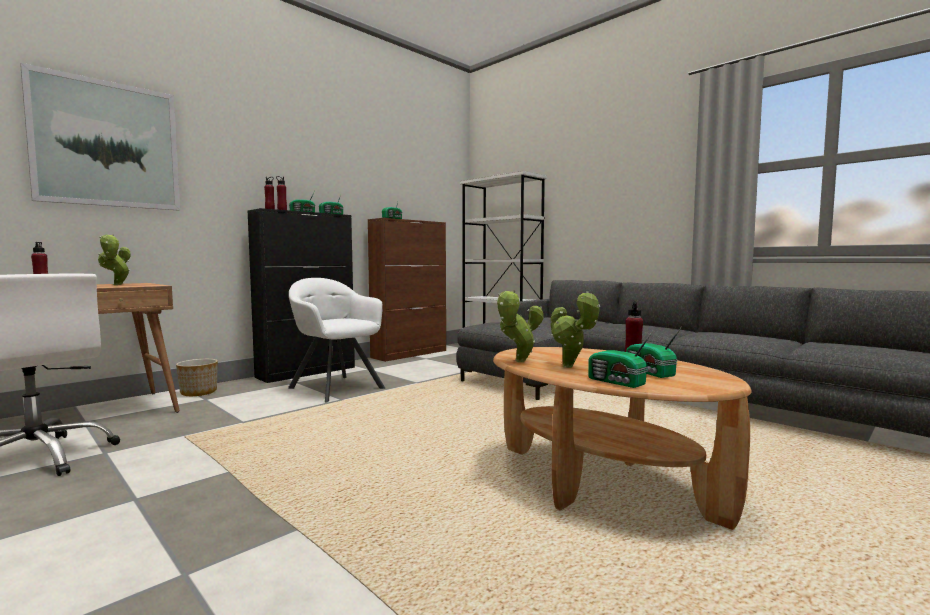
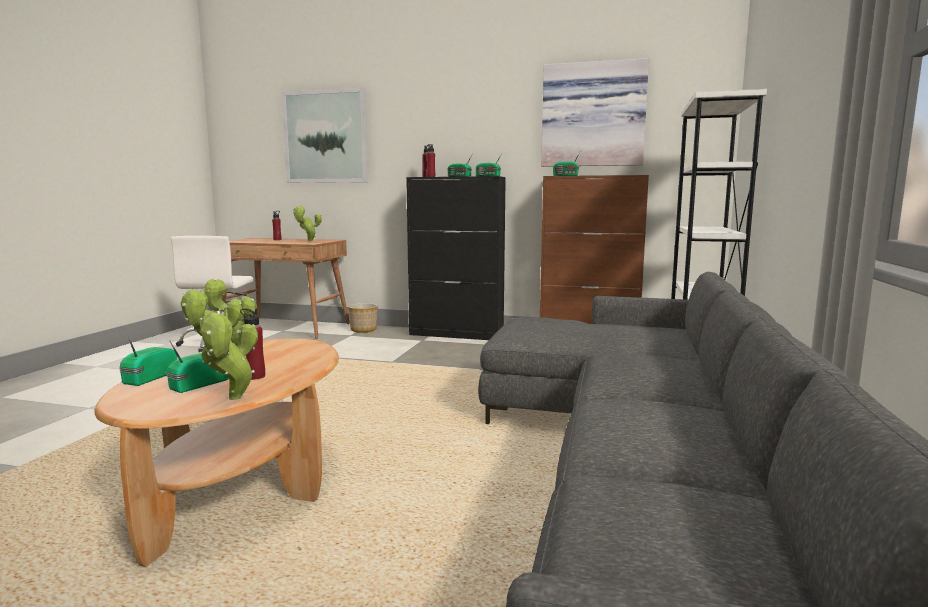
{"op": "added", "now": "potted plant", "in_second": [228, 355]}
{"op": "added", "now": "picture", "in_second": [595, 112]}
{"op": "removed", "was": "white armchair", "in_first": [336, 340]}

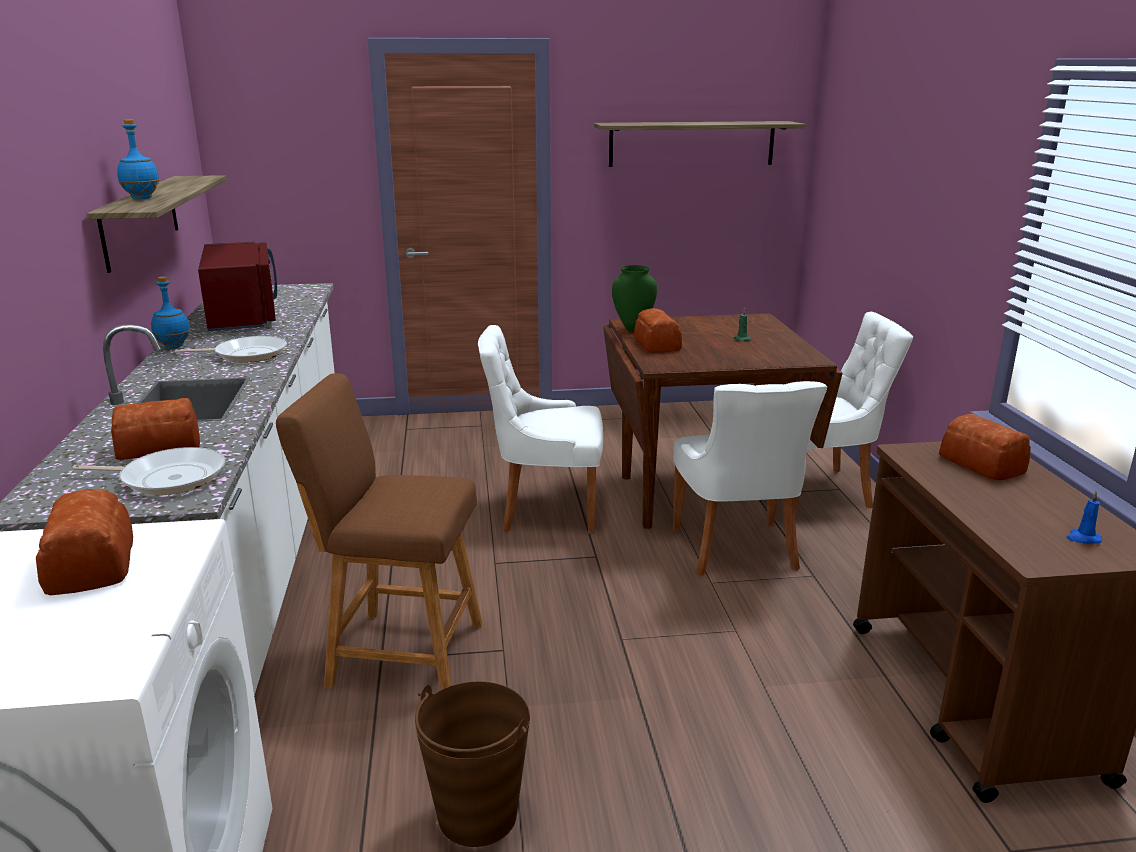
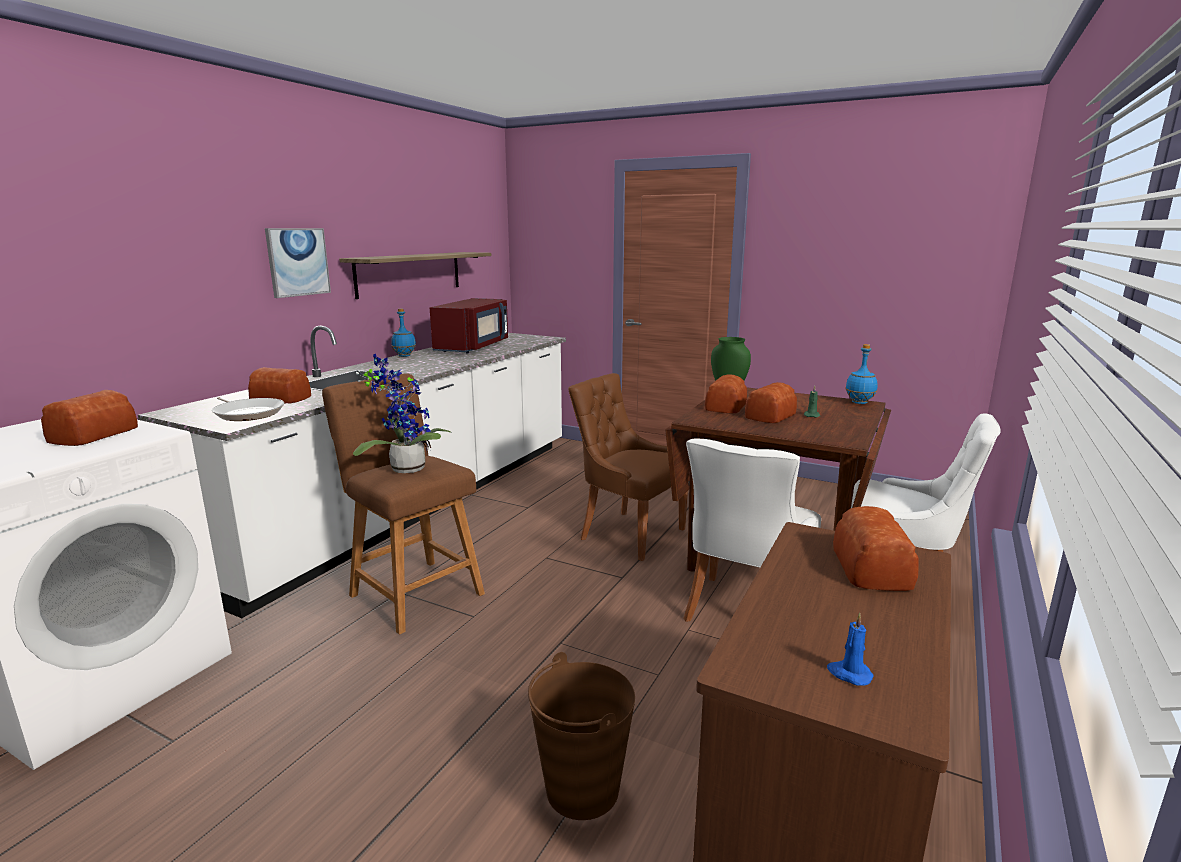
{"op": "added", "now": "picture", "in_second": [298, 263]}
{"op": "added", "now": "potted plant", "in_second": [402, 413]}
{"op": "moved", "was": "brown bucket", "in_first": [472, 764], "in_second": [581, 736]}
{"op": "recoloured", "was": "white chair", "now": "brown chair", "in_first": [540, 429], "in_second": [628, 467]}
{"op": "added", "now": "bread", "in_second": [771, 402]}
{"op": "moved", "was": "blue bottle", "in_first": [138, 159], "in_second": [861, 374]}
{"op": "removed", "was": "frying pan", "in_first": [231, 349]}
{"op": "removed", "was": "shelf", "in_first": [700, 144]}

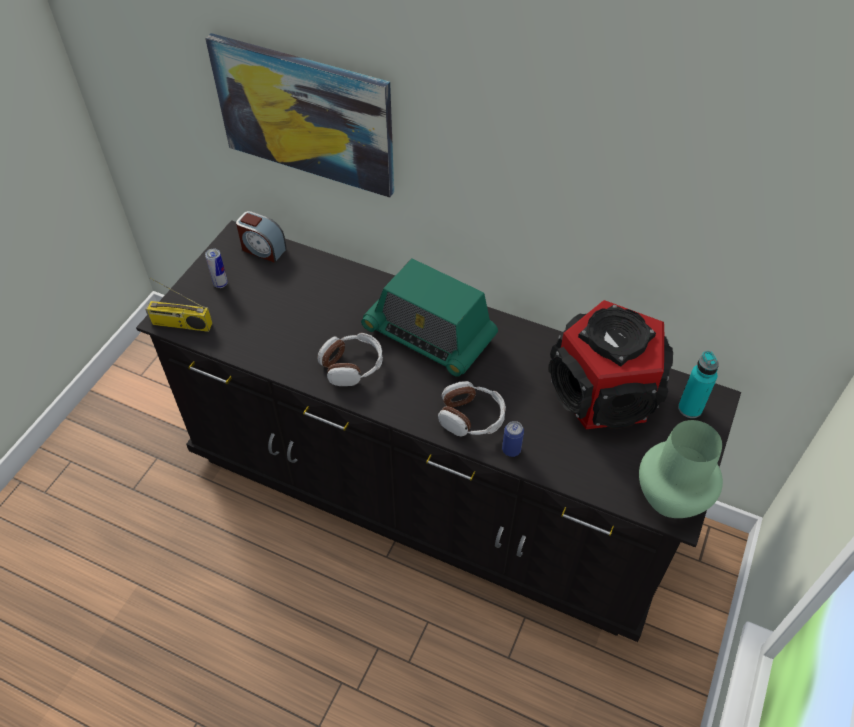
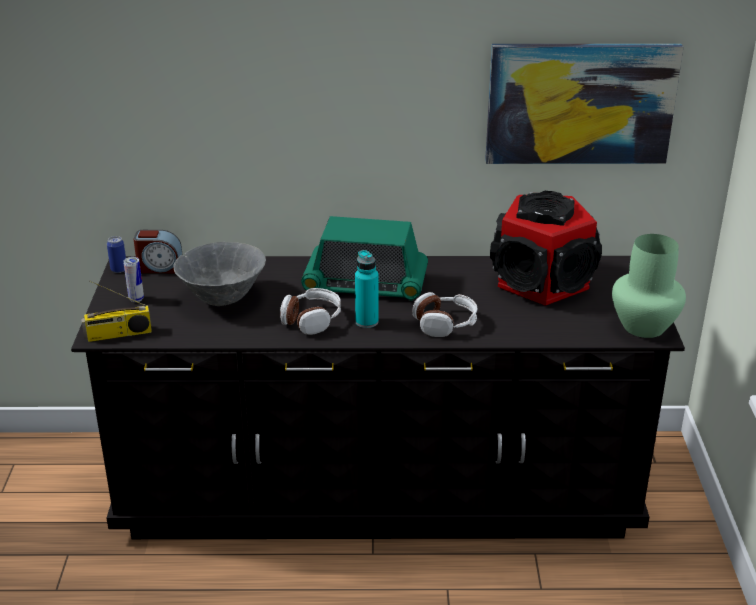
{"op": "moved", "was": "can", "in_first": [513, 439], "in_second": [116, 254]}
{"op": "added", "now": "grey bowl", "in_second": [219, 274]}
{"op": "moved", "was": "turquoise bottle", "in_first": [698, 384], "in_second": [367, 289]}
{"op": "moved", "was": "picture", "in_first": [299, 115], "in_second": [584, 104]}

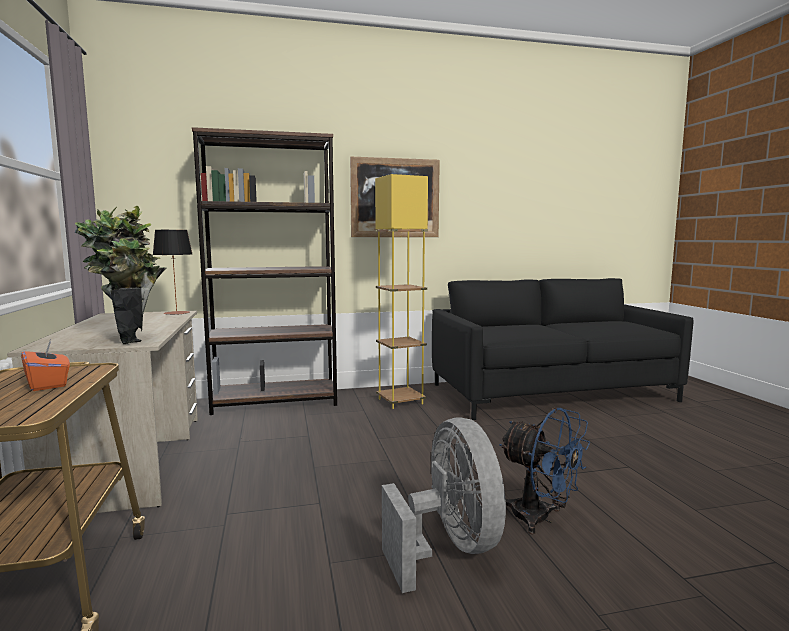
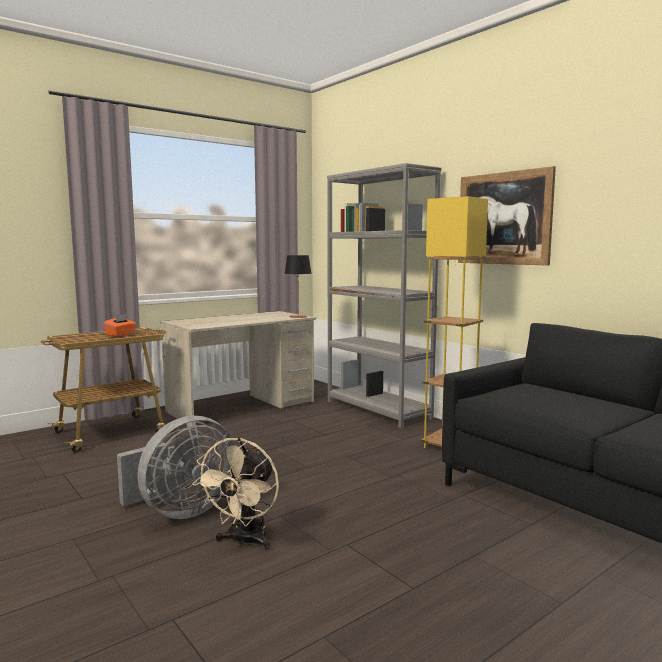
{"op": "recoloured", "was": "blue fan", "now": "beige fan", "in_first": [544, 471], "in_second": [235, 493]}
{"op": "recoloured", "was": "brown bookcase", "now": "grey bookcase", "in_first": [264, 271], "in_second": [384, 295]}
{"op": "removed", "was": "potted plant", "in_first": [120, 275]}

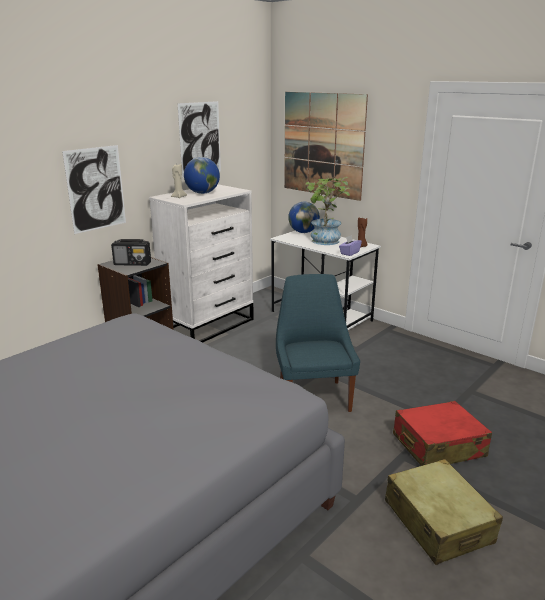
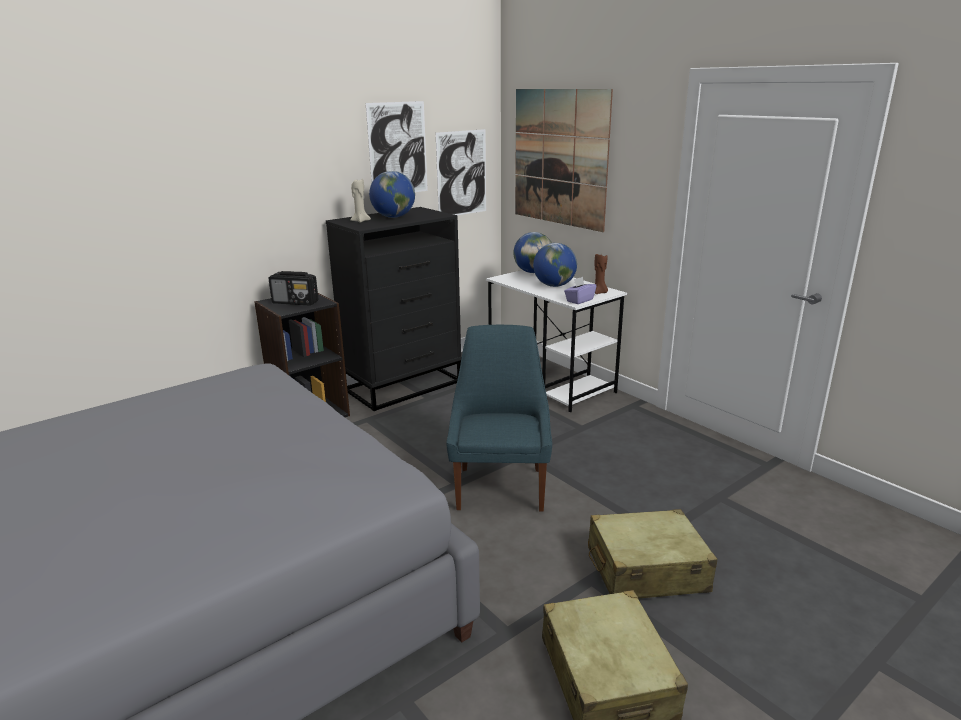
{"op": "recoloured", "was": "white dresser", "now": "black dresser", "in_first": [201, 263], "in_second": [393, 309]}
{"op": "moved", "was": "picture", "in_first": [94, 189], "in_second": [461, 172]}
{"op": "replaced", "was": "potted plant", "now": "globe", "in_first": [327, 211], "in_second": [555, 265]}
{"op": "recoloured", "was": "red suitcase", "now": "beige suitcase", "in_first": [442, 433], "in_second": [652, 553]}

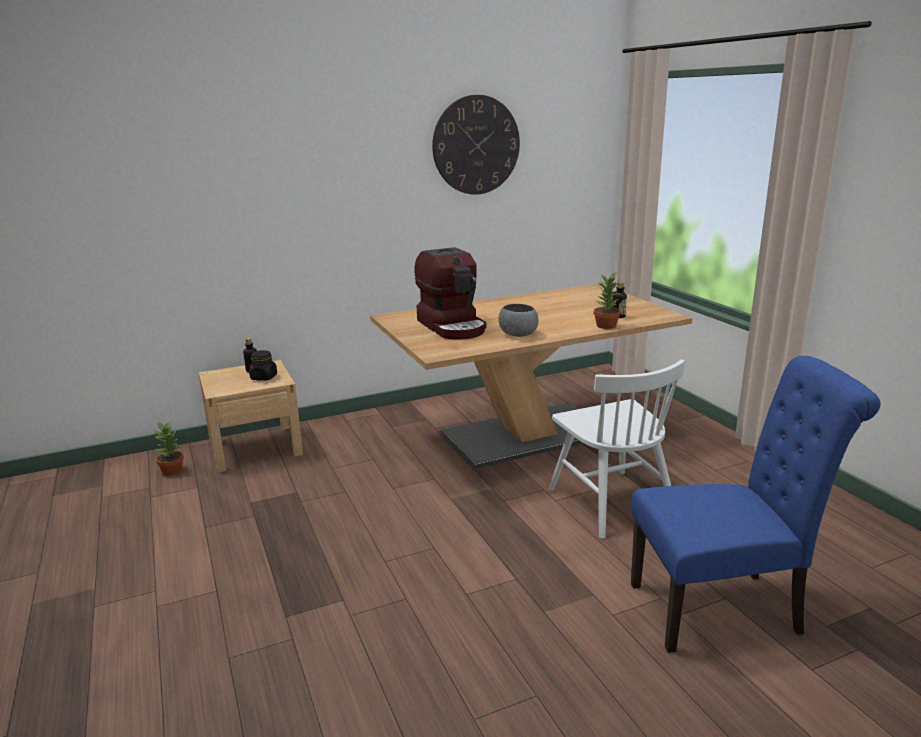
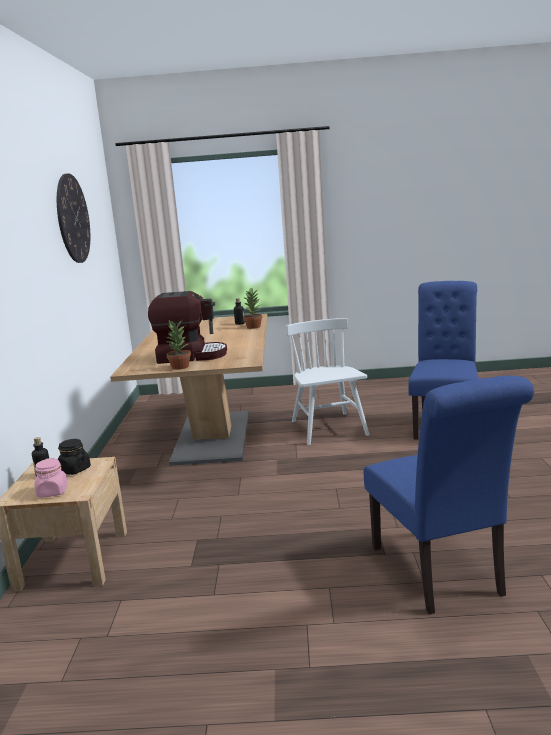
{"op": "added", "now": "pink jar", "in_second": [51, 478]}
{"op": "moved", "was": "potted plant", "in_first": [168, 448], "in_second": [178, 345]}
{"op": "turned", "was": "white chair", "in_first": [617, 449], "in_second": [327, 381], "clockwise": -105}
{"op": "added", "now": "blue chair", "in_second": [449, 495]}
{"op": "removed", "was": "grey bowl", "in_first": [518, 320]}

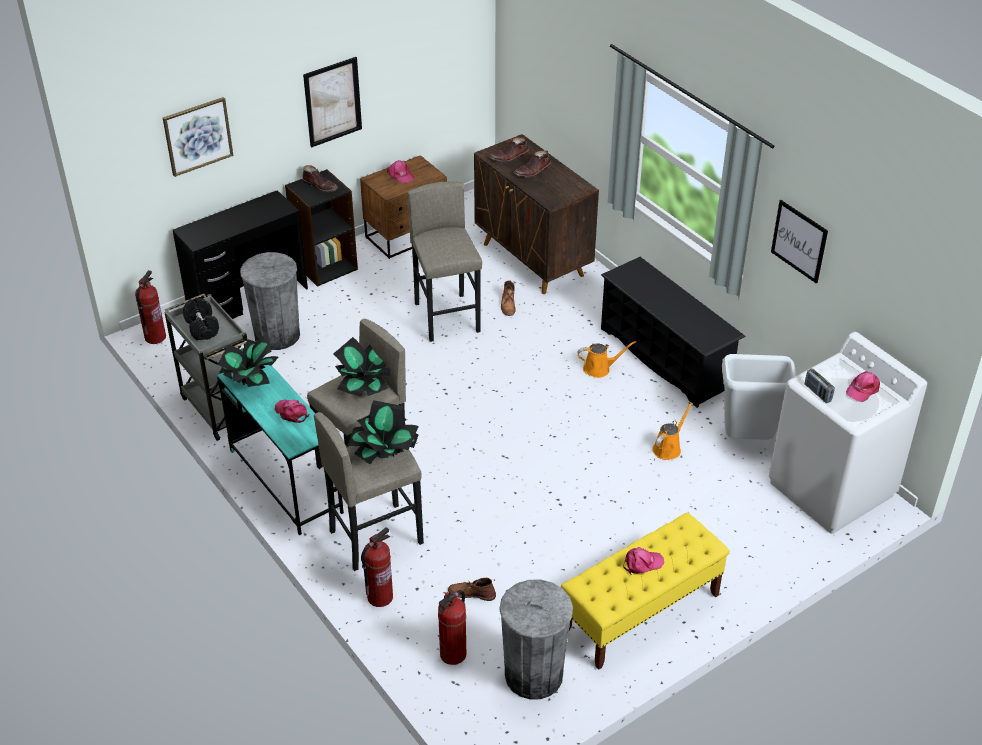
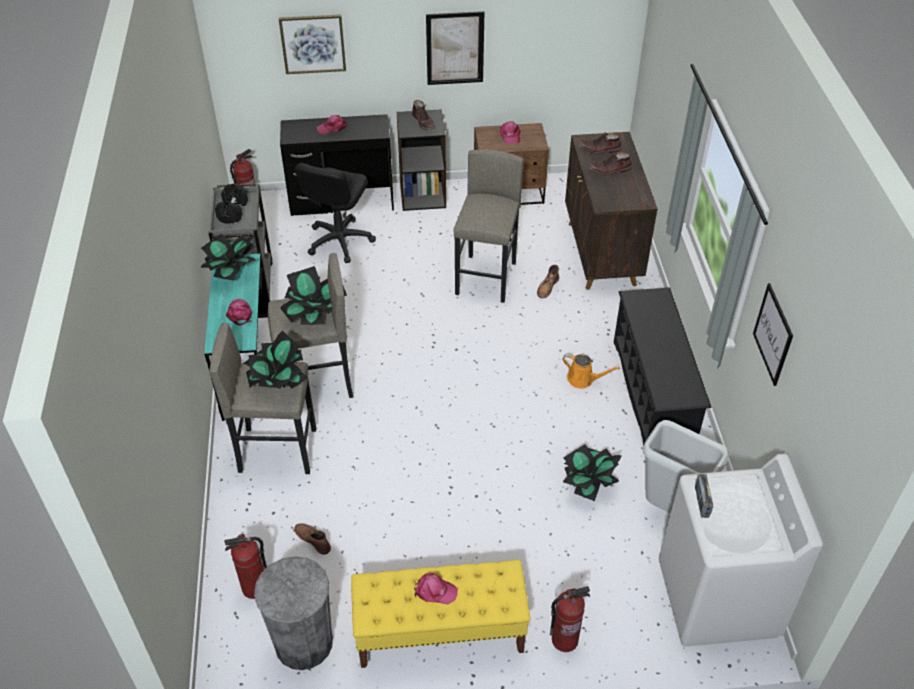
{"op": "replaced", "was": "grey trash can", "now": "black office chair", "in_first": [270, 301], "in_second": [335, 213]}
{"op": "moved", "was": "pink cap", "in_first": [863, 386], "in_second": [332, 124]}
{"op": "moved", "was": "fire extinguisher", "in_first": [377, 567], "in_second": [570, 619]}
{"op": "replaced", "was": "orange watering can", "now": "potted plant", "in_first": [672, 431], "in_second": [592, 472]}

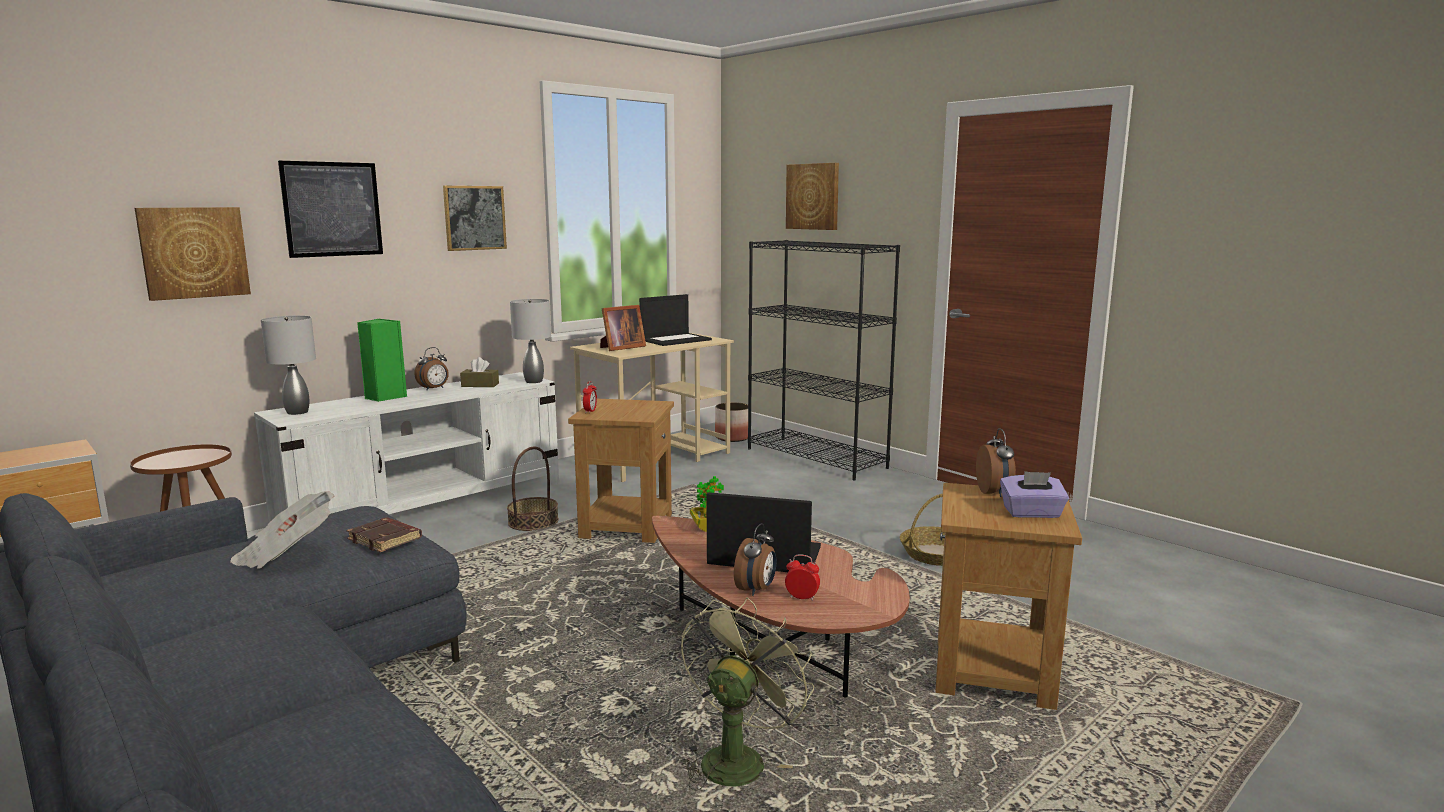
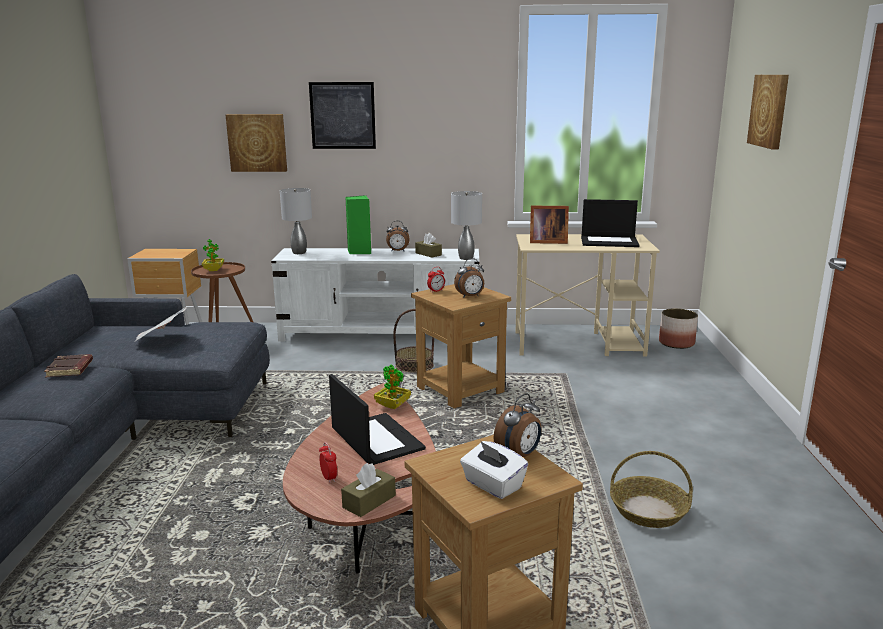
{"op": "moved", "was": "brown book", "in_first": [384, 534], "in_second": [68, 365]}
{"op": "added", "now": "potted plant", "in_second": [213, 255]}
{"op": "added", "now": "brown tissue box", "in_second": [368, 490]}
{"op": "moved", "was": "alarm clock", "in_first": [755, 559], "in_second": [469, 278]}
{"op": "recoloured", "was": "purple tissue box", "now": "white tissue box", "in_first": [1034, 494], "in_second": [494, 470]}
{"op": "removed", "was": "picture", "in_first": [475, 218]}
{"op": "removed", "was": "green fan", "in_first": [746, 694]}
{"op": "removed", "was": "black bookcase", "in_first": [824, 360]}

